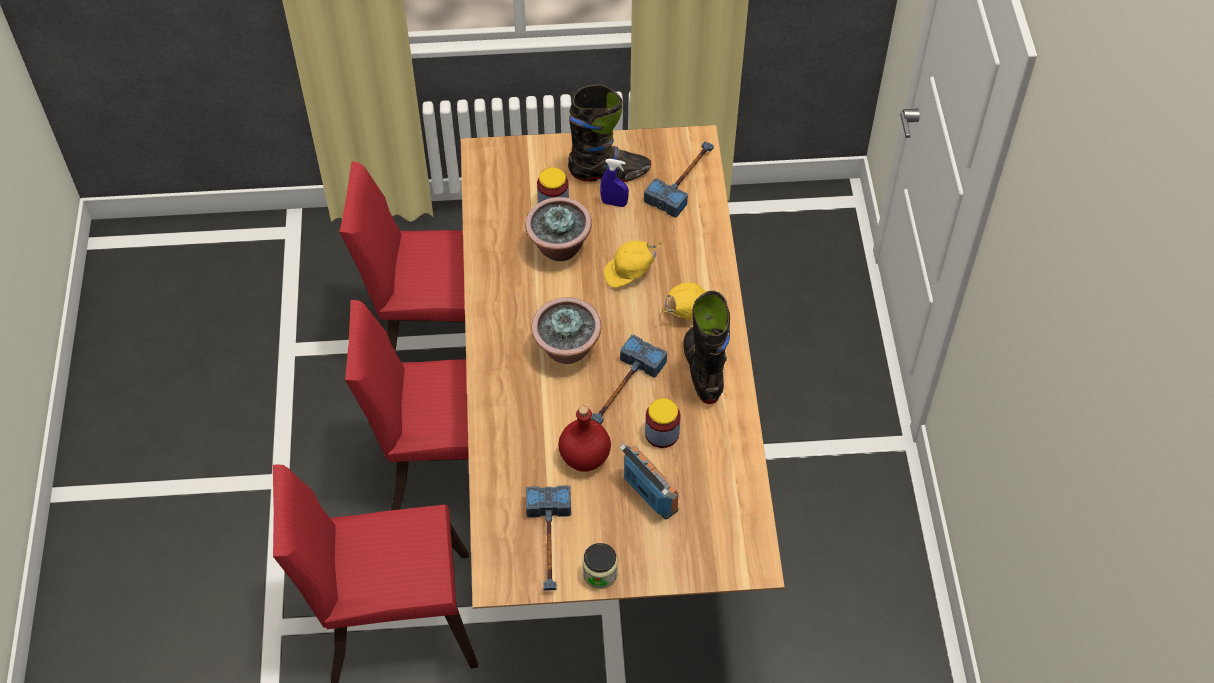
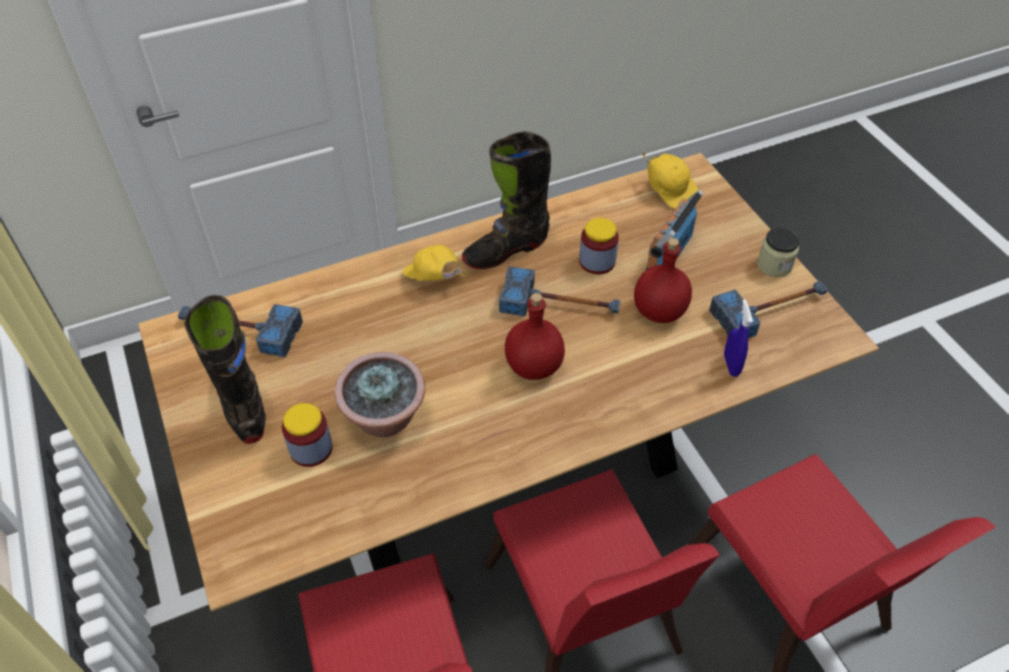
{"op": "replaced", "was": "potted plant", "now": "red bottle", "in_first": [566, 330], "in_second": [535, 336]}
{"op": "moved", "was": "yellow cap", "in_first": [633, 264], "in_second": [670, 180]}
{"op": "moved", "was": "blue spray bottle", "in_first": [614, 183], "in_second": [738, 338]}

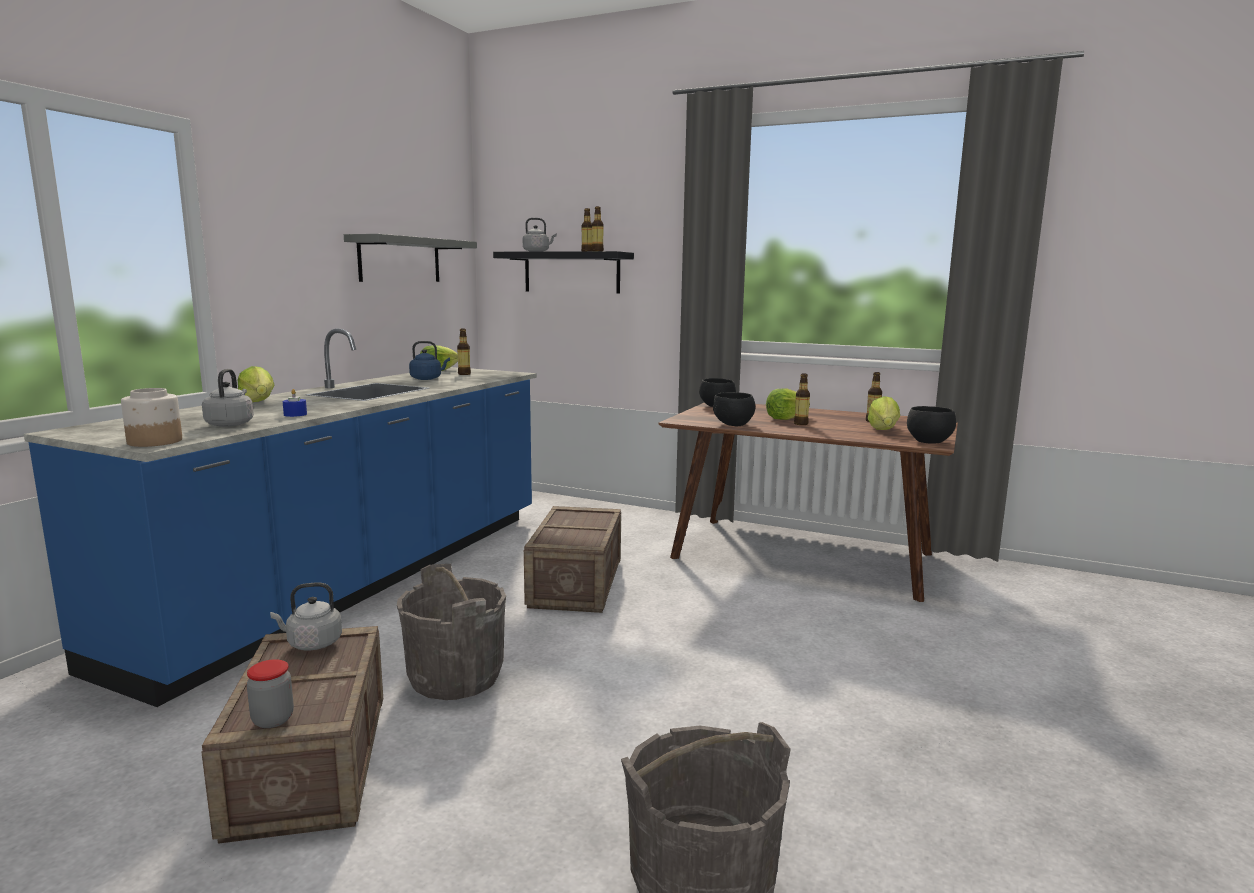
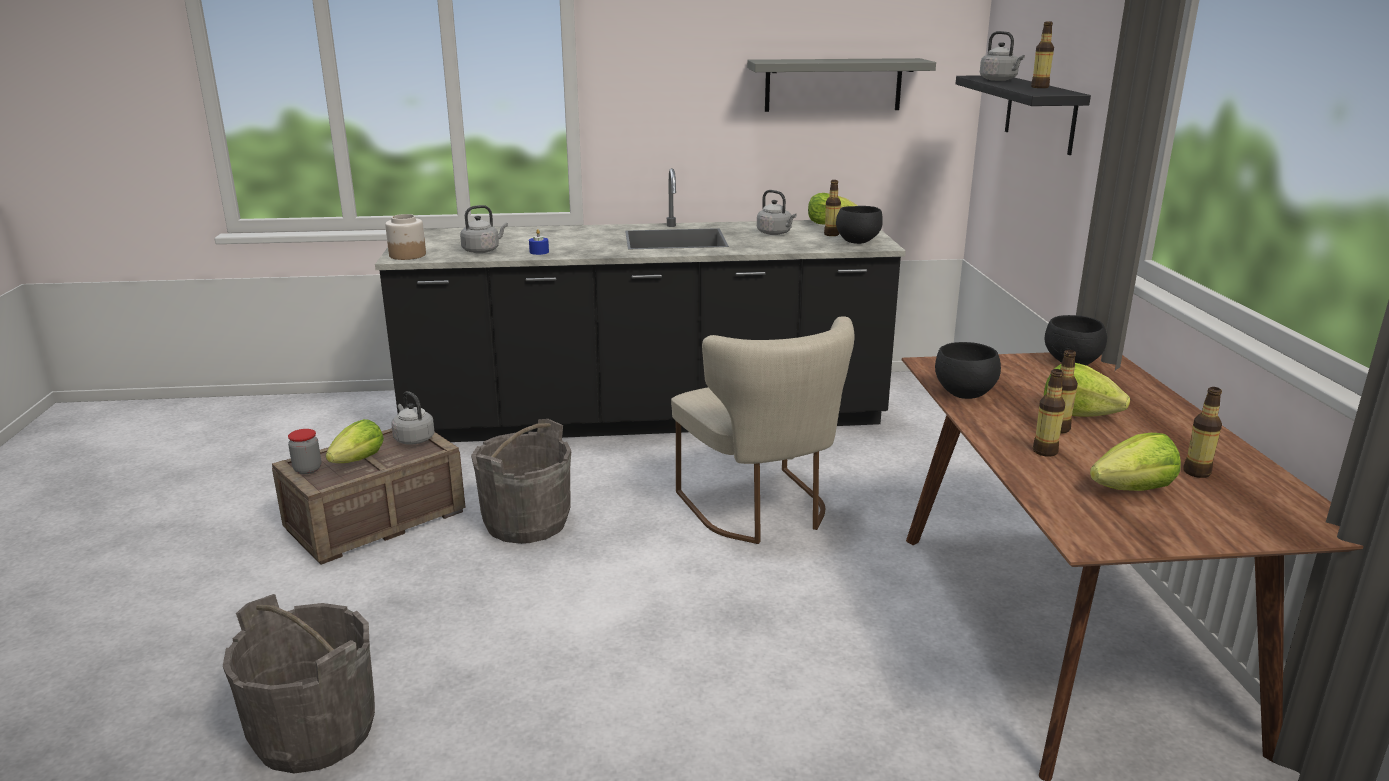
{"op": "moved", "was": "lettuce", "in_first": [255, 384], "in_second": [355, 441]}
{"op": "recoloured", "was": "blue counter", "now": "black counter", "in_first": [280, 517], "in_second": [640, 305]}
{"op": "replaced", "was": "crate", "now": "beige chair", "in_first": [572, 559], "in_second": [762, 430]}
{"op": "recoloured", "was": "blue kettle", "now": "grey kettle", "in_first": [429, 360], "in_second": [777, 212]}
{"op": "moved", "was": "black bowl", "in_first": [931, 425], "in_second": [859, 225]}
{"op": "moved", "was": "bottle", "in_first": [598, 228], "in_second": [1049, 413]}

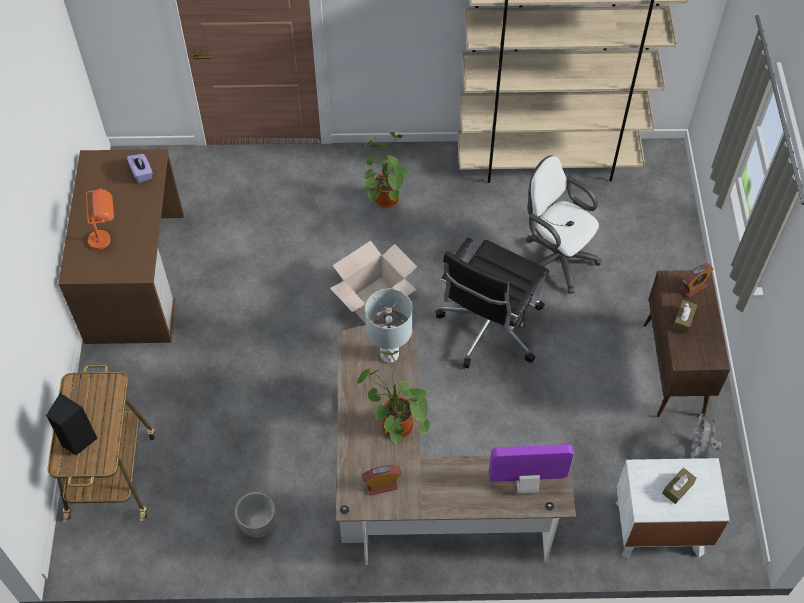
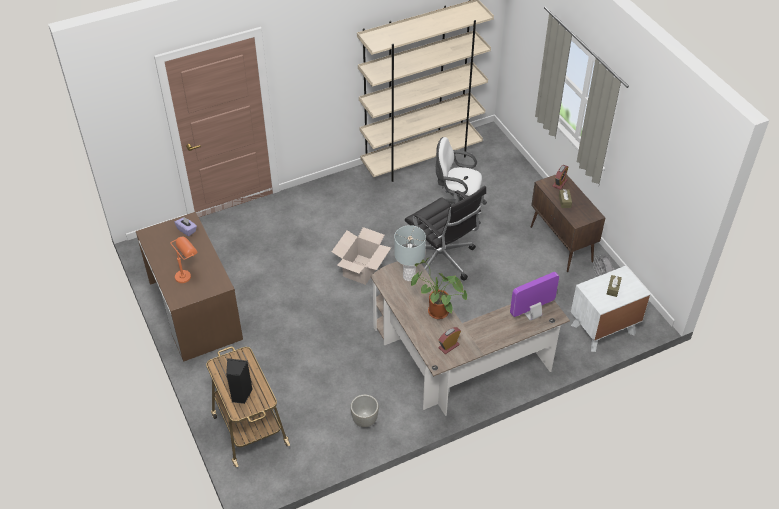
{"op": "turned", "was": "black office chair", "in_first": [492, 303], "in_second": [445, 233], "clockwise": -45}
{"op": "removed", "was": "potted plant", "in_first": [387, 170]}

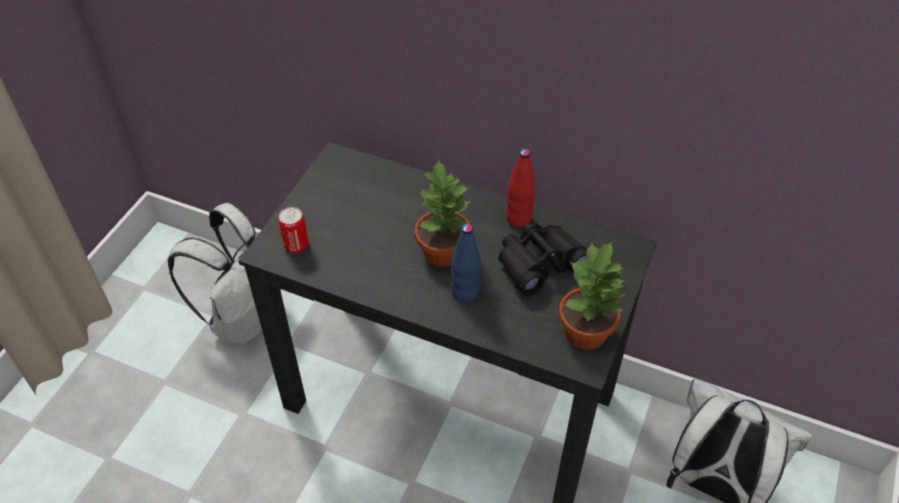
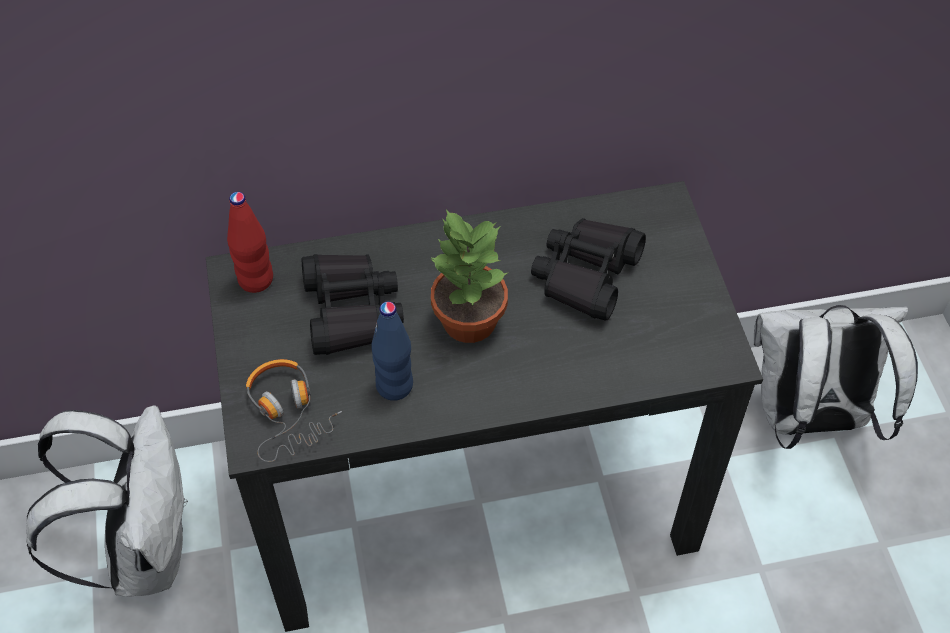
{"op": "moved", "was": "red bottle", "in_first": [521, 188], "in_second": [250, 242]}
{"op": "replaced", "was": "can", "now": "headphones", "in_first": [293, 230], "in_second": [294, 410]}
{"op": "added", "now": "black binoculars", "in_second": [353, 304]}
{"op": "moved", "was": "blue bottle", "in_first": [466, 263], "in_second": [392, 351]}
{"op": "removed", "was": "potted plant", "in_first": [592, 295]}

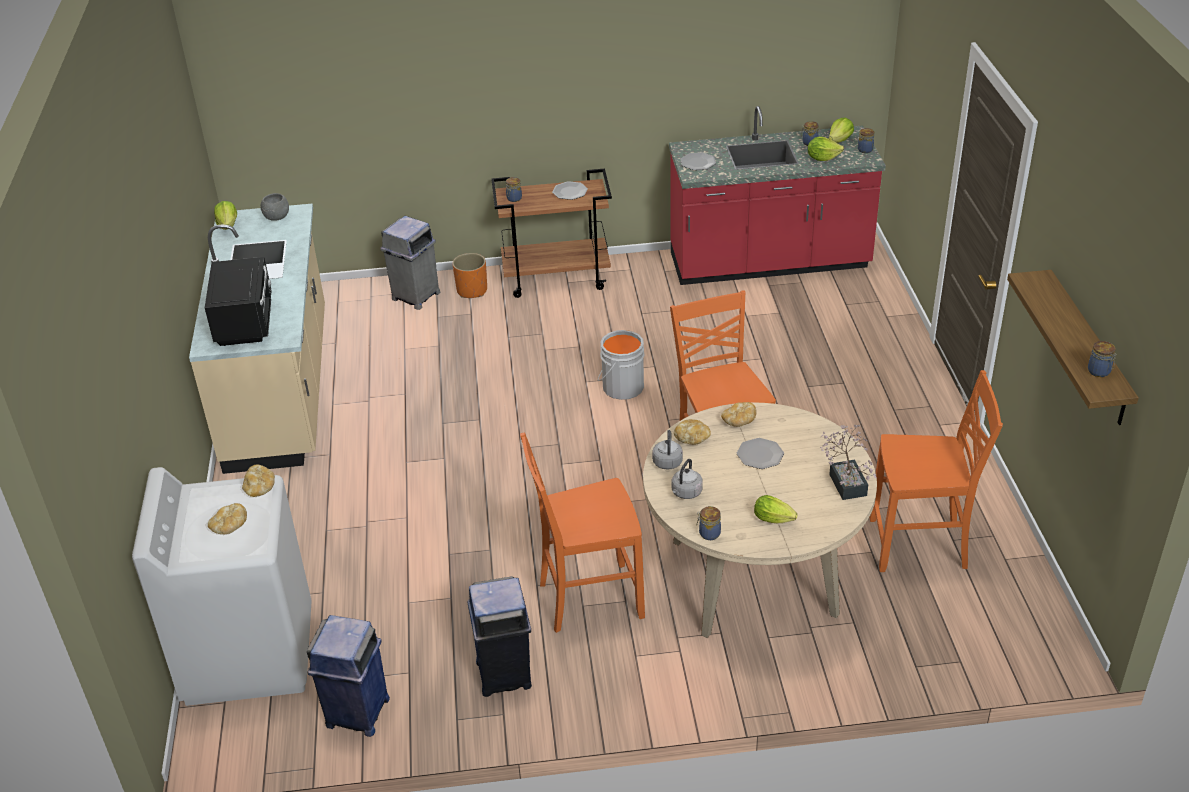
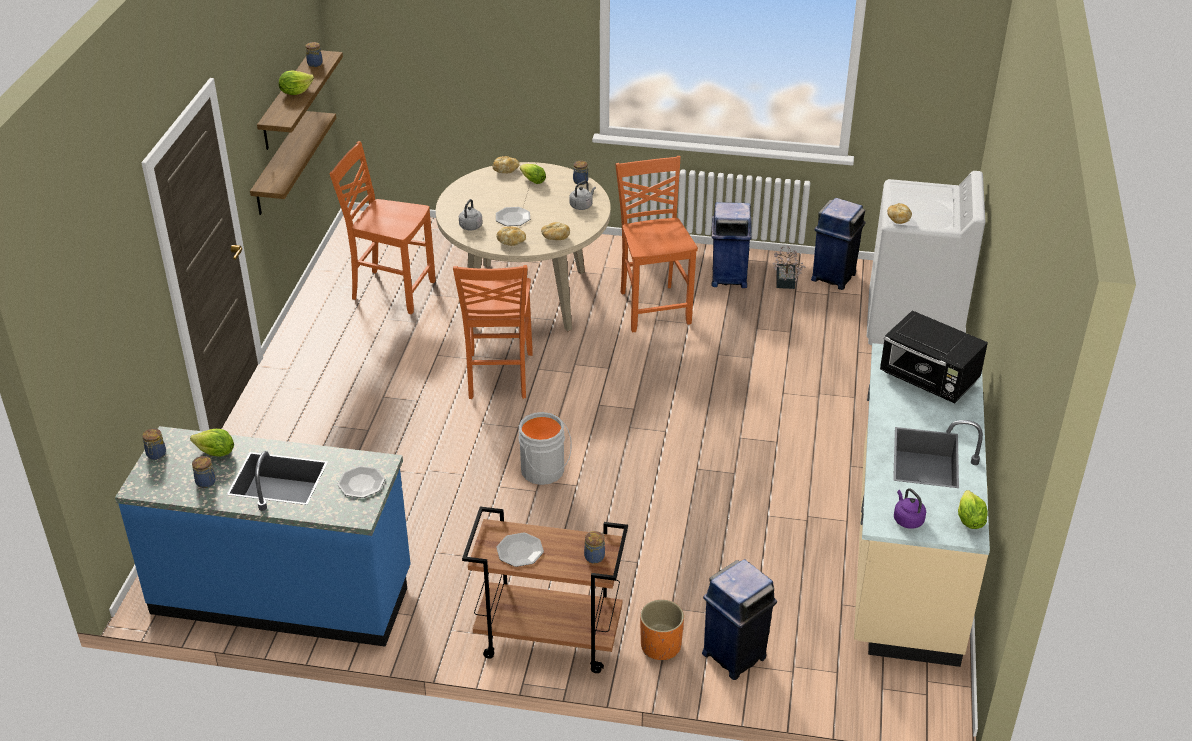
{"op": "recoloured", "was": "red counter", "now": "blue counter", "in_first": [777, 195], "in_second": [263, 536]}
{"op": "added", "now": "shelf", "in_second": [293, 163]}
{"op": "moved", "was": "lettuce", "in_first": [841, 130], "in_second": [296, 82]}
{"op": "moved", "was": "grey kettle", "in_first": [667, 450], "in_second": [471, 215]}
{"op": "moved", "was": "bread", "in_first": [227, 518], "in_second": [506, 164]}
{"op": "turned", "was": "orange chair", "in_first": [582, 532], "in_second": [656, 244], "clockwise": -105}
{"op": "recoloured", "was": "grey trash can", "now": "blue trash can", "in_first": [410, 263], "in_second": [739, 619]}
{"op": "moved", "was": "potted plant", "in_first": [848, 462], "in_second": [789, 267]}
{"op": "turned", "was": "black microwave", "in_first": [238, 301], "in_second": [934, 356], "clockwise": -60}
{"op": "replaced", "was": "grey bowl", "now": "purple kettle", "in_first": [274, 207], "in_second": [910, 508]}

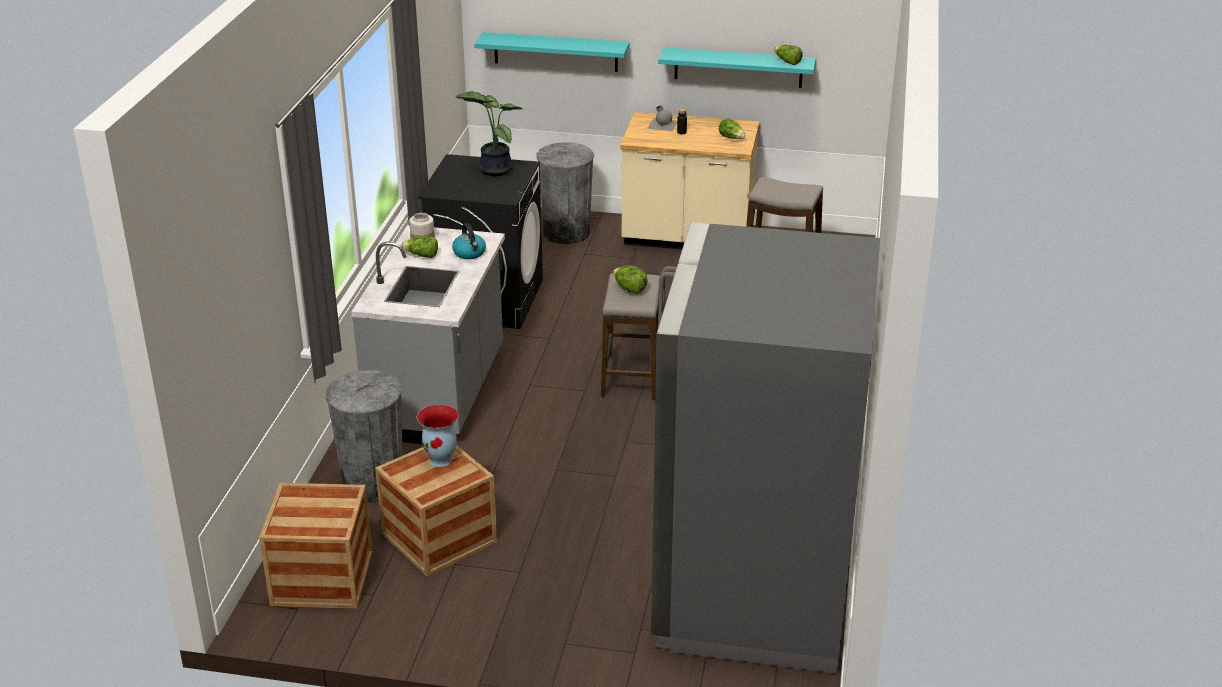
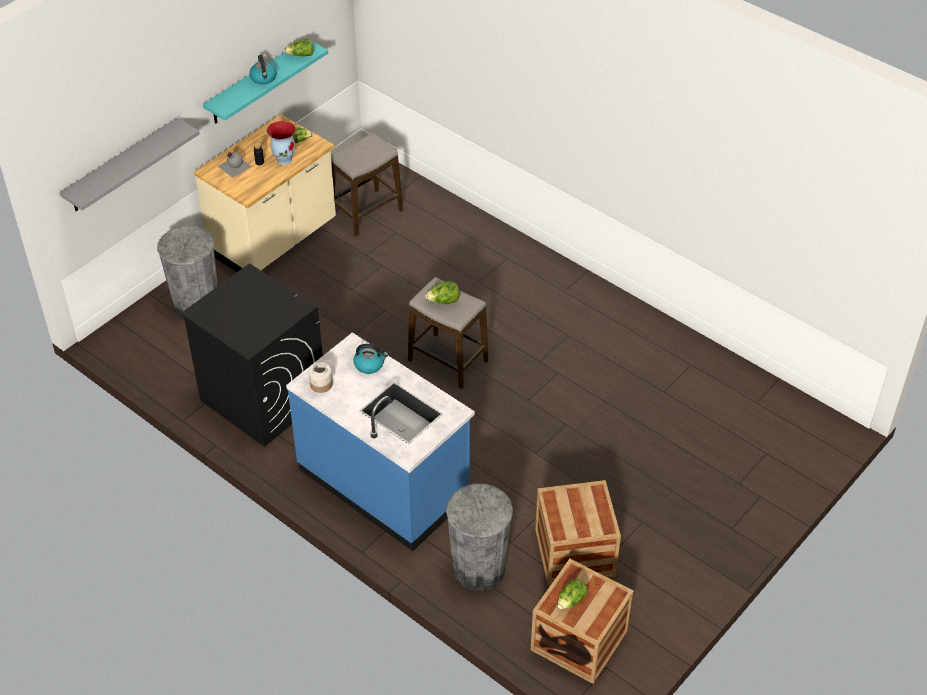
{"op": "recoloured", "was": "turquoise shelf", "now": "grey shelf", "in_first": [552, 52], "in_second": [129, 164]}
{"op": "added", "now": "kettle", "in_second": [263, 70]}
{"op": "moved", "was": "vase", "in_first": [438, 436], "in_second": [281, 143]}
{"op": "recoloured", "was": "grey counter", "now": "blue counter", "in_first": [428, 334], "in_second": [380, 441]}
{"op": "moved", "was": "lettuce", "in_first": [419, 247], "in_second": [573, 594]}
{"op": "removed", "was": "potted plant", "in_first": [489, 133]}
{"op": "removed", "was": "grey fridge", "in_first": [765, 448]}

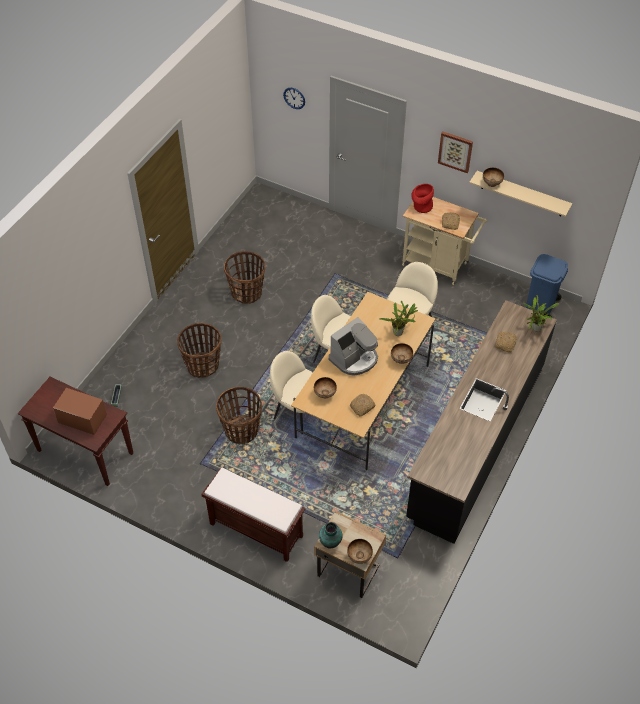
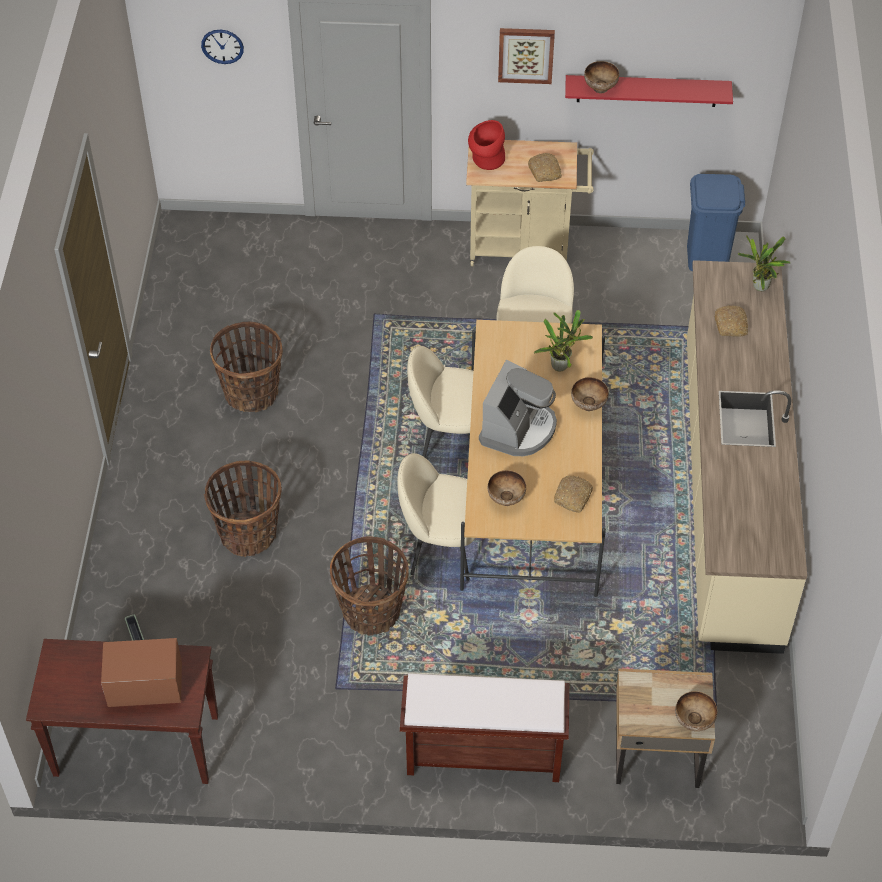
{"op": "recoloured", "was": "beige shelf", "now": "red shelf", "in_first": [520, 194], "in_second": [649, 91]}
{"op": "recoloured", "was": "black counter", "now": "beige counter", "in_first": [481, 422], "in_second": [747, 457]}
{"op": "removed", "was": "vase", "in_first": [330, 535]}

